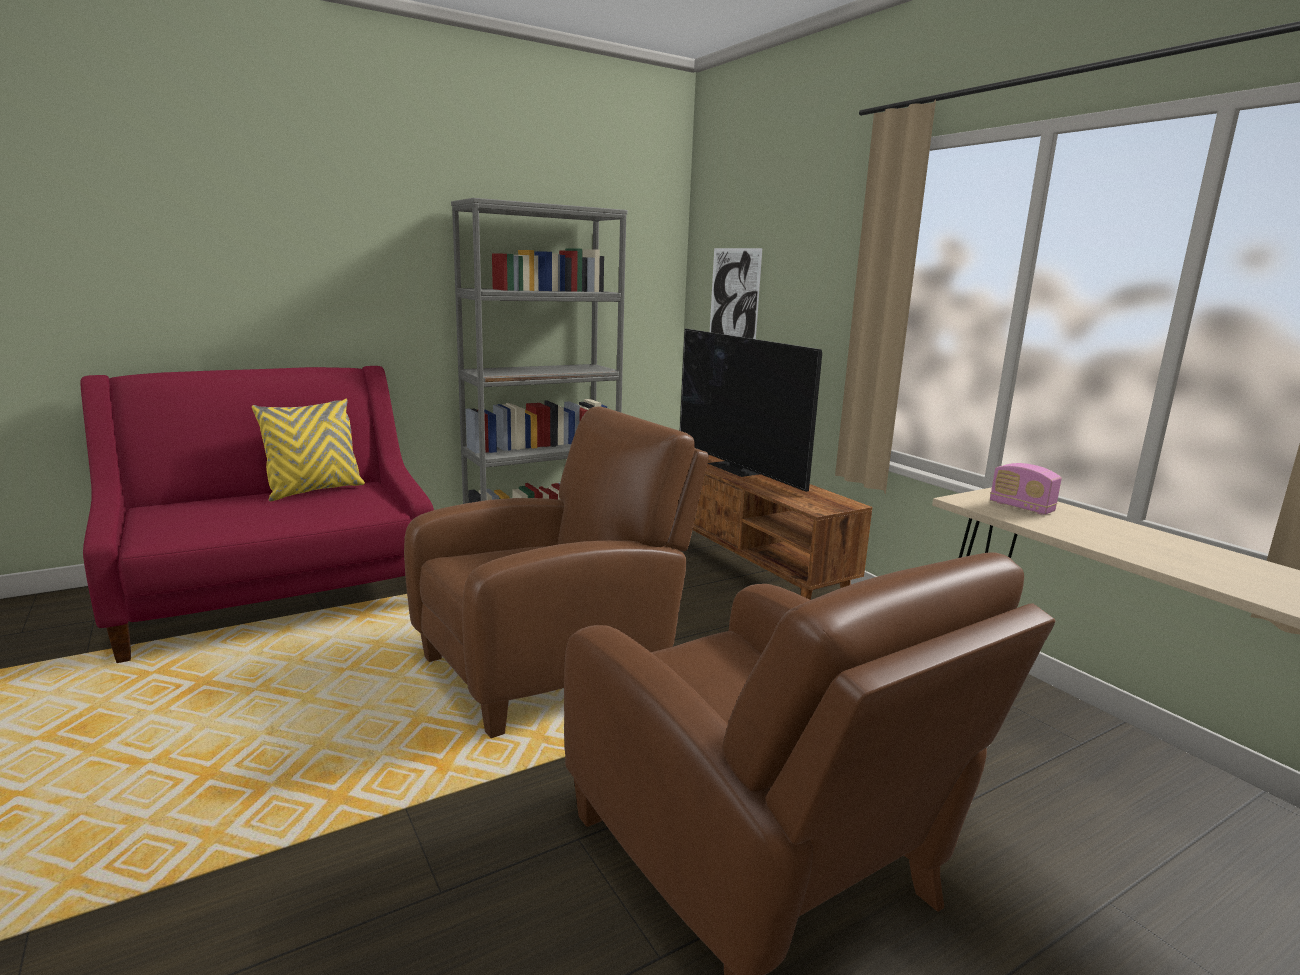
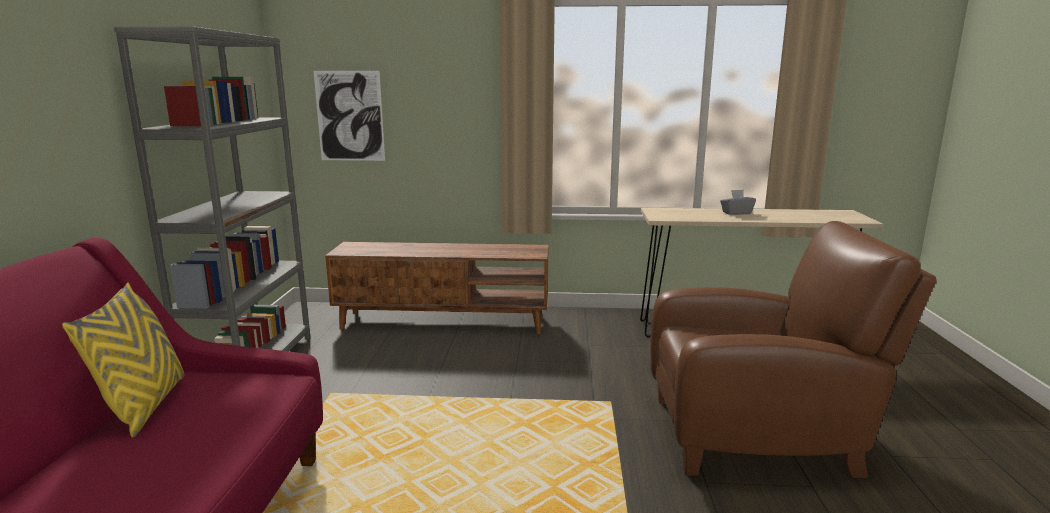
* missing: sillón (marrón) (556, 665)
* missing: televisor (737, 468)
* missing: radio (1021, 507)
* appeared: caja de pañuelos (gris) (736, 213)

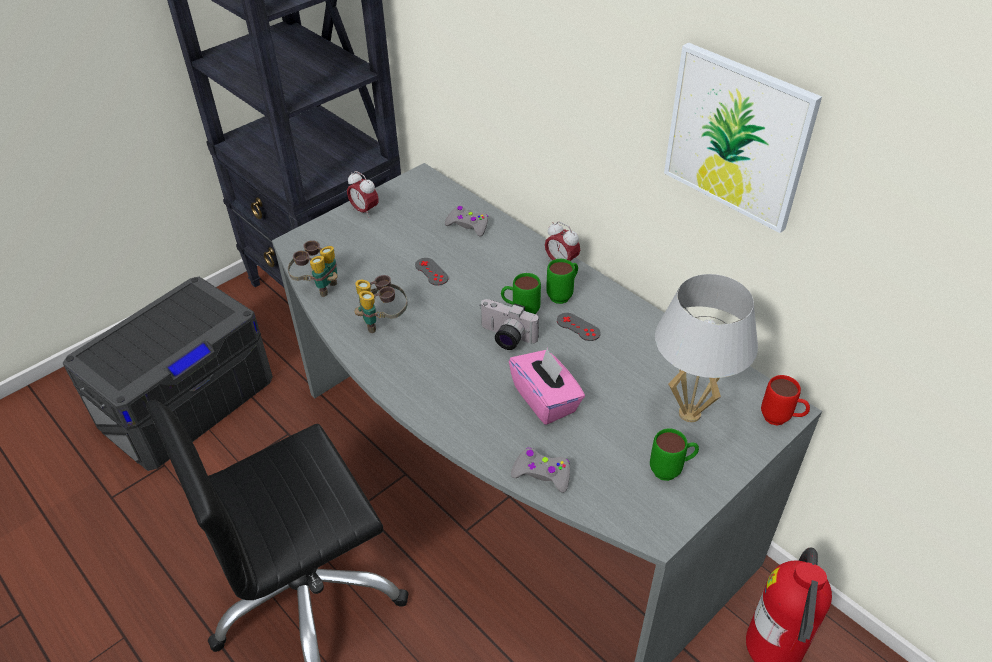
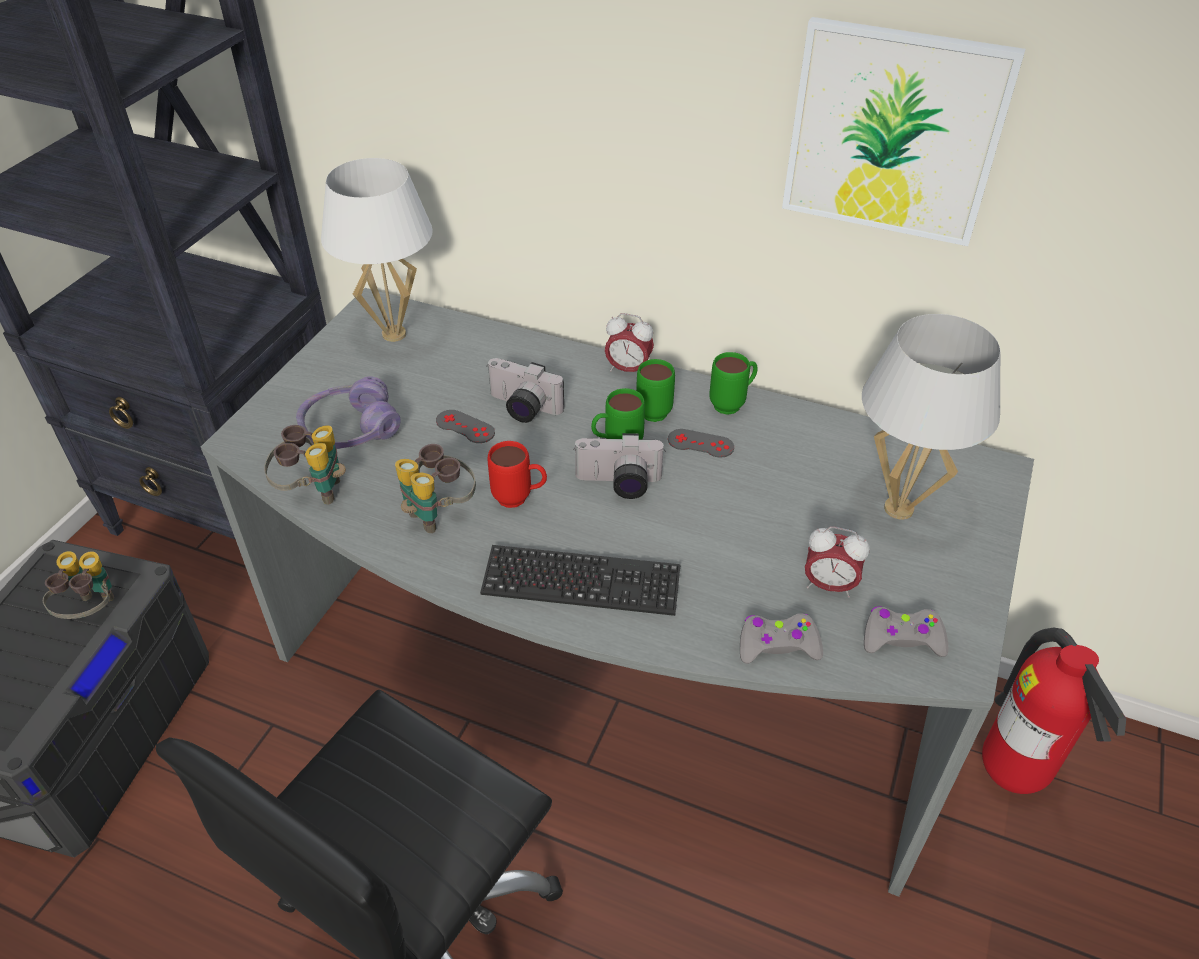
* missing: caja de pañuelos (rosa) (546, 400)
* appeared: prismáticos (92, 611)
* appeared: auriculares (morado) (350, 430)
* appeared: lámpara de mesa (blanco) (393, 334)
* appeared: teclado (581, 583)
* appeared: cámara (521, 409)
* relocated: despertador (364, 211) to (829, 585)
* relocated: mando de consola (gris) (468, 225) to (902, 638)
* relocated: taza grande (verde) (671, 471) to (732, 404)
* relocated: taza grande (rojo) (780, 420) to (520, 499)

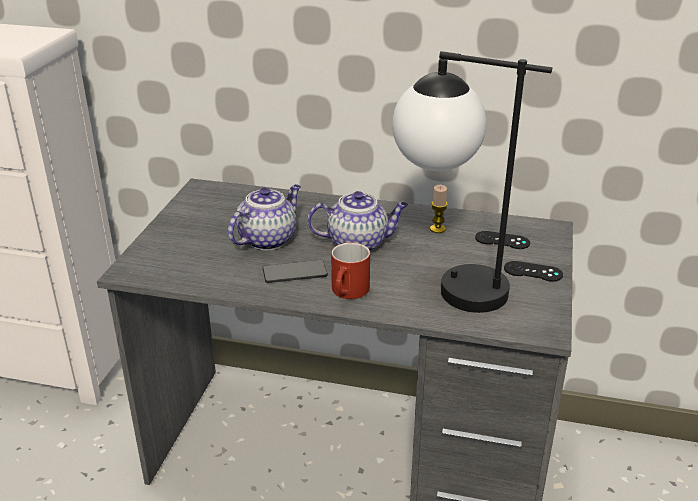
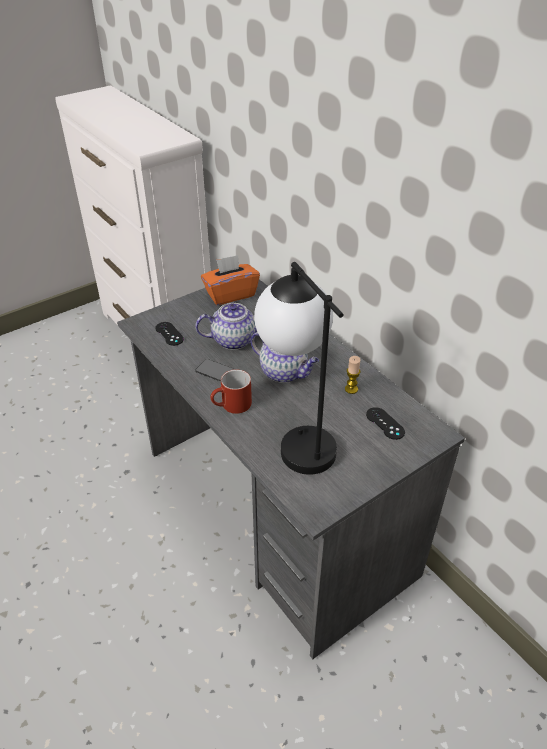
* appeared: caja de pañuelos (naranja) (230, 294)
* relocated: mando de consola (negro) (533, 271) to (169, 334)

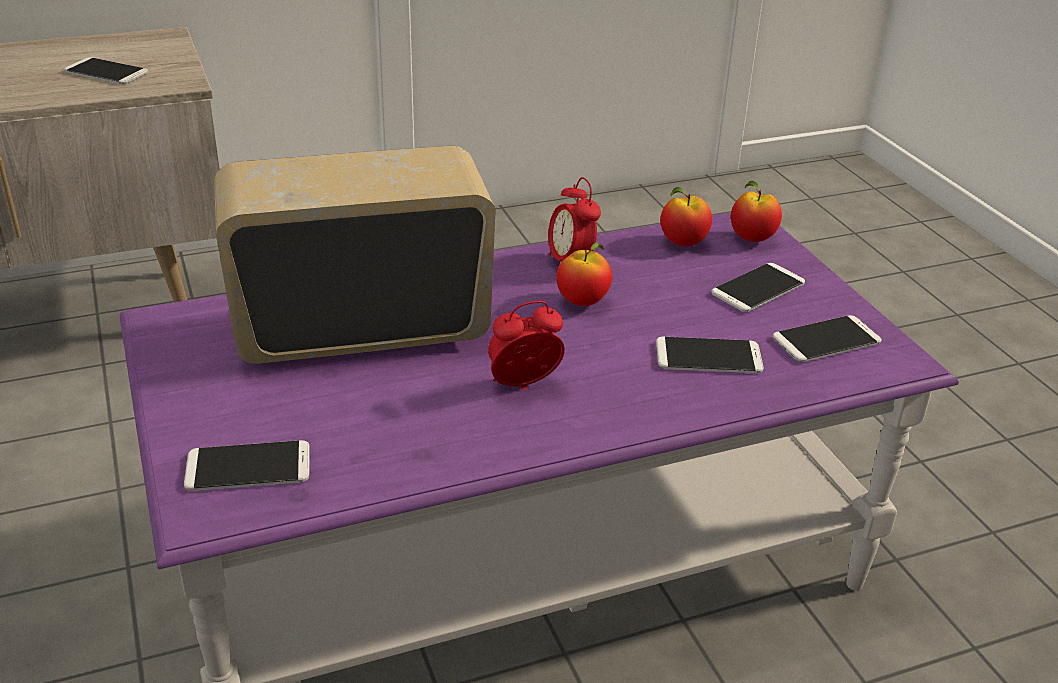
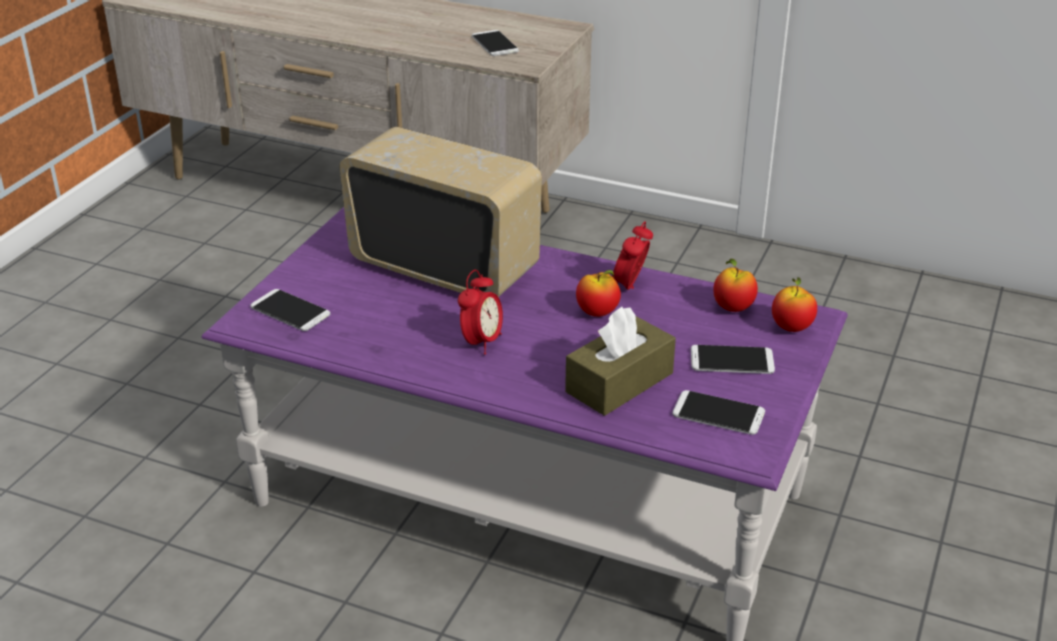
* exchanged: móvil (708, 357) to caja de pañuelos (marrón) (619, 382)
* spun: despertador (523, 386) = (481, 342) 90 degrees clockwise

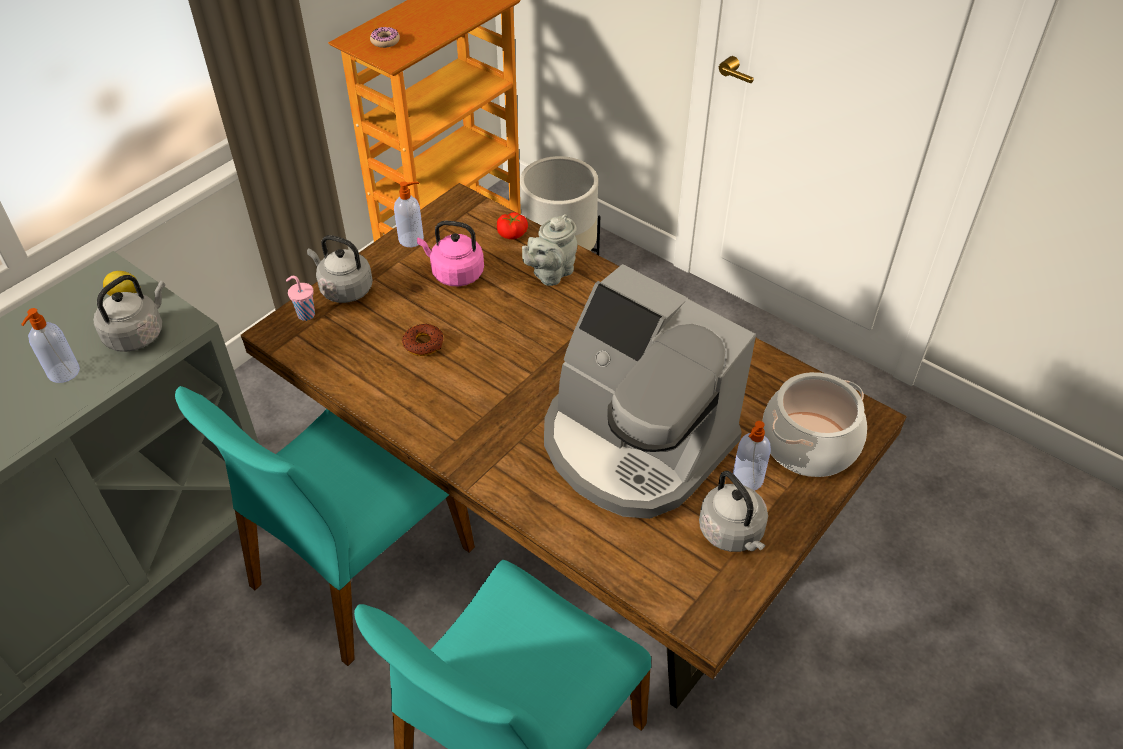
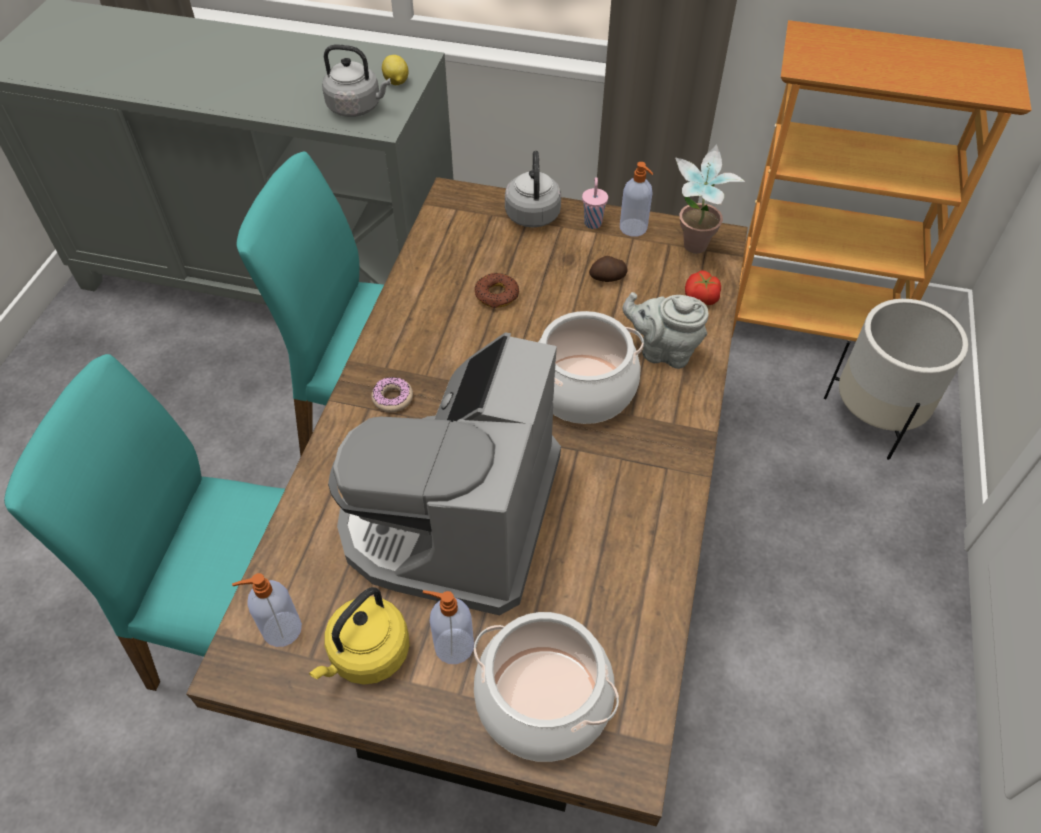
* appeared: olla (583, 389)
* appeared: planta en maceta (692, 251)
* relocated: dispensador de jabón (63, 373) to (280, 629)
* relocated: taza (rosa) (305, 314) to (593, 222)
* relocated: rosquilla (385, 41) to (392, 398)
* exchanged: hervidor (rosa) (455, 274) to patata (608, 278)
* colour: hervidor (gris) (732, 533) to hervidor (amarillo) (366, 655)

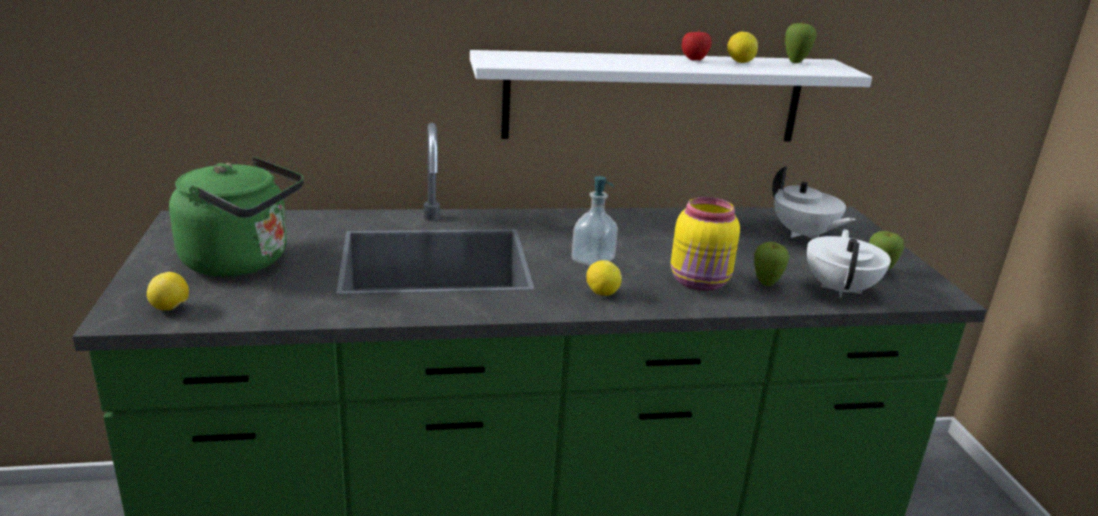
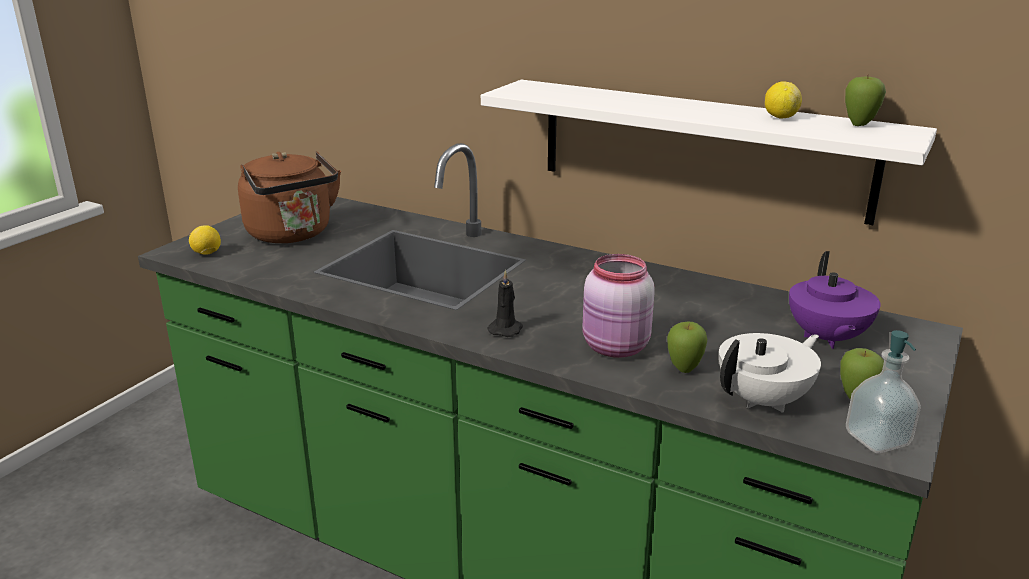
* missing: manzana (694, 60)
* relocated: dispensador de jabón (592, 260) to (877, 439)
* exchanged: limón (601, 293) to vela (negro) (506, 329)
* colour: hervidor (verde) (242, 261) to hervidor (marrón) (292, 234)
* colour: tarro (amarillo) (700, 283) to tarro (rosa) (615, 348)
* colour: tetera (blanco) (803, 235) to tetera (morado) (826, 338)

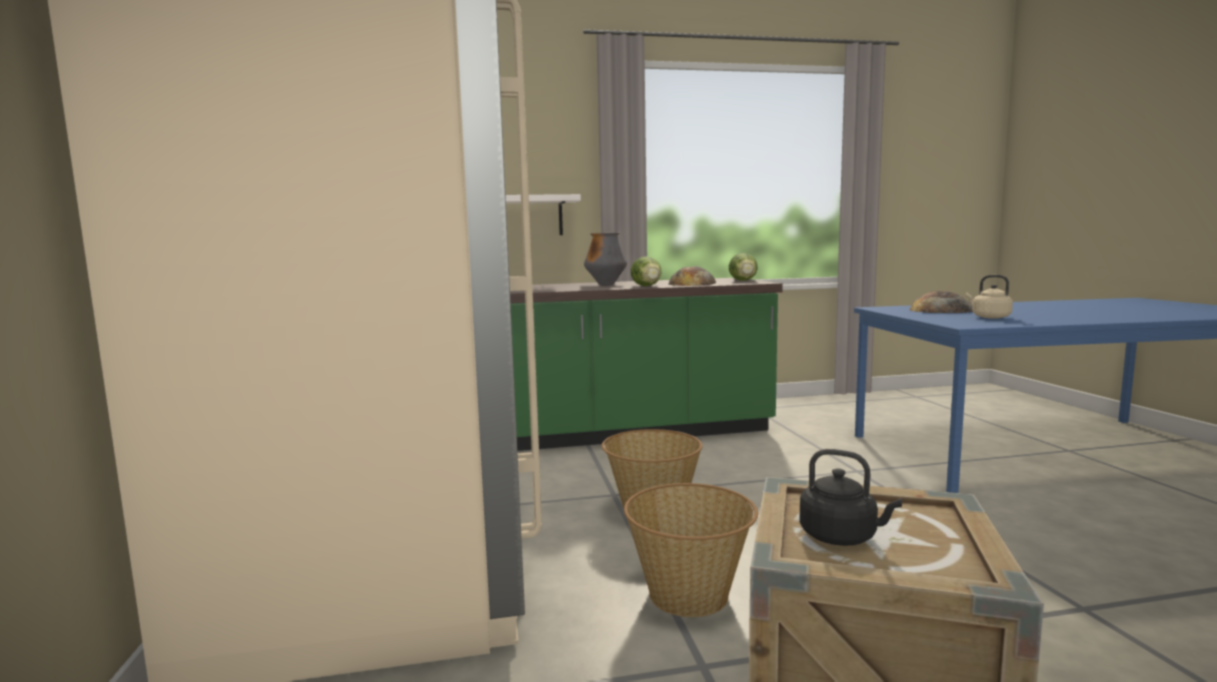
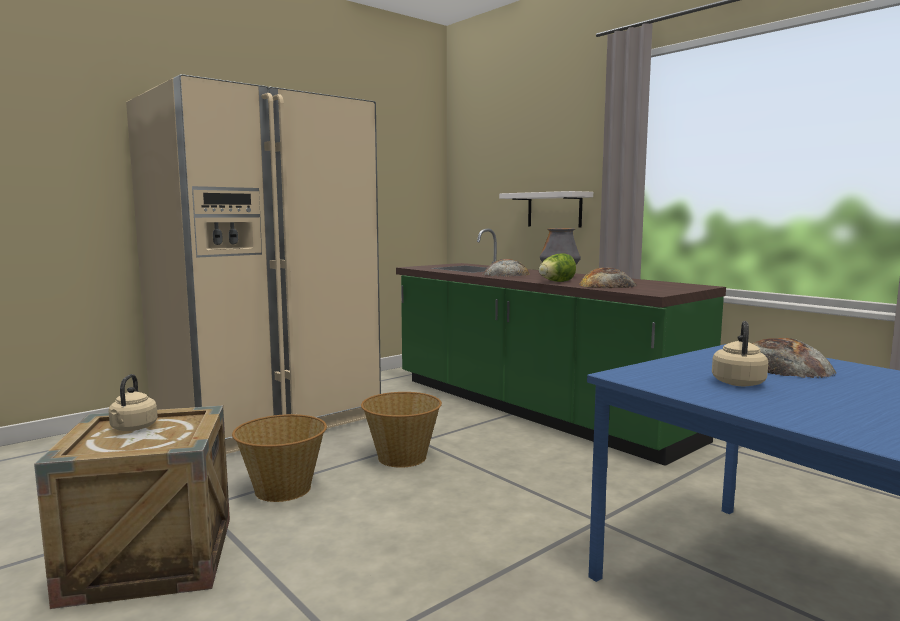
* missing: lechuga (744, 281)
* appeared: pan (505, 274)
* colour: hervidor (negro) (842, 537) to hervidor (beis) (133, 428)

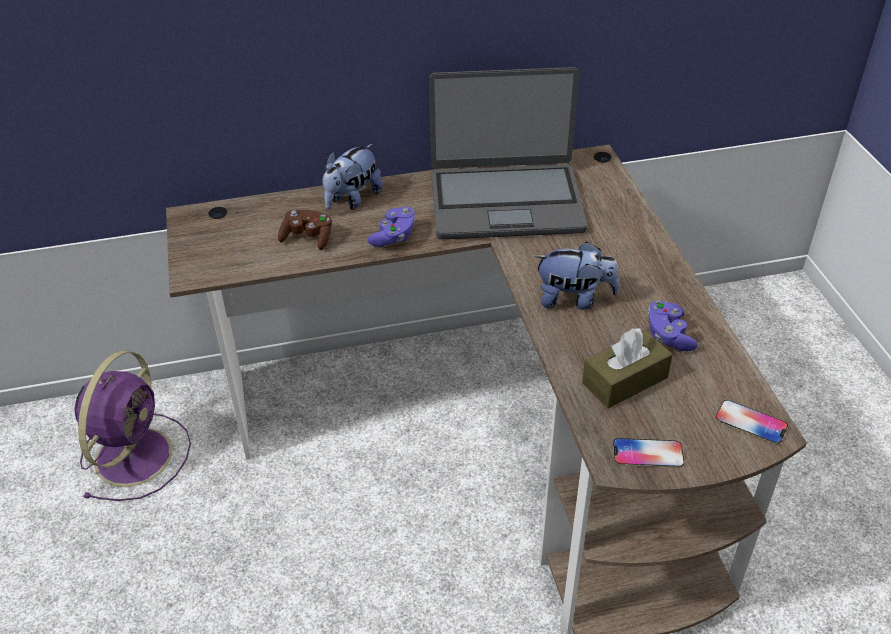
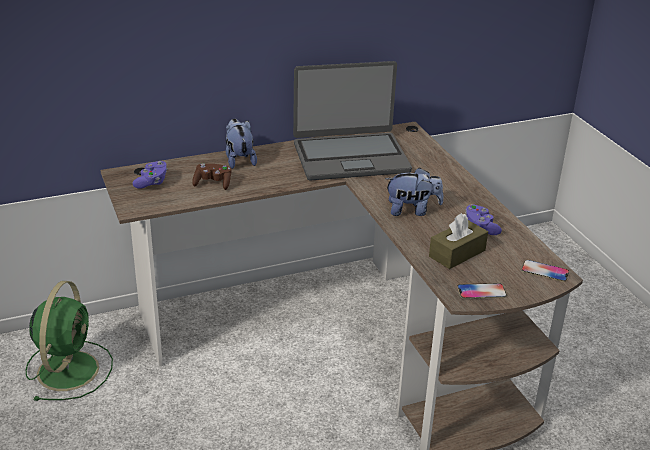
* relocated: mando de consola (morado) (394, 236) to (152, 182)
* colour: ventilador (morado) (135, 454) to ventilador (verde) (69, 368)
* spun: peluche (352, 200) = (239, 160) 135 degrees clockwise

